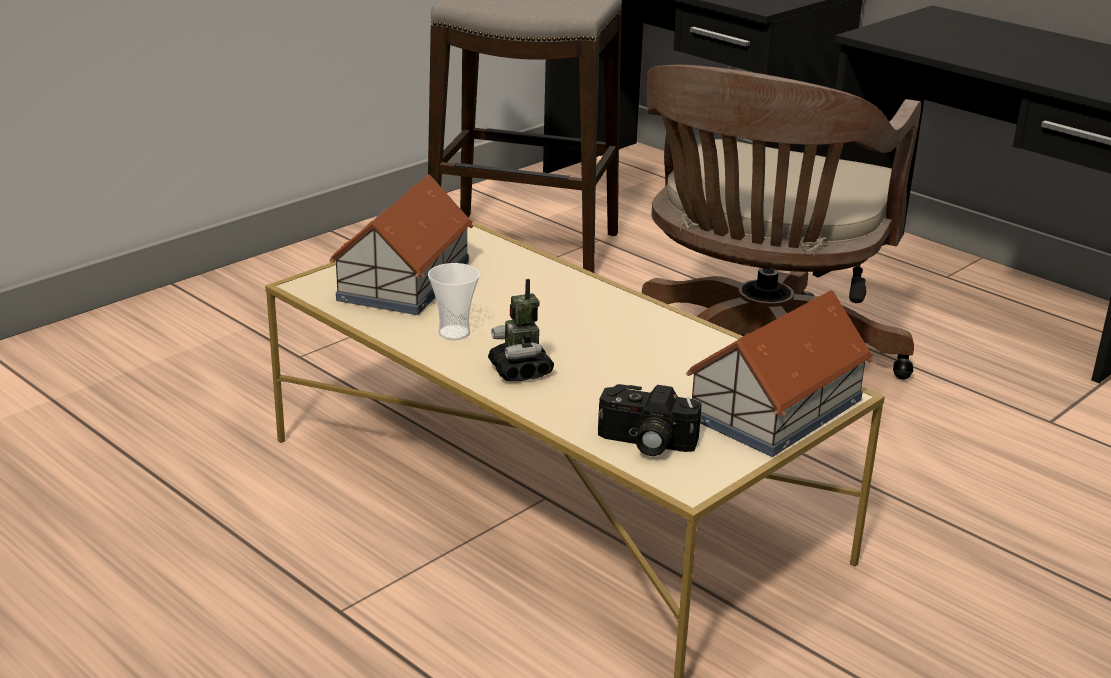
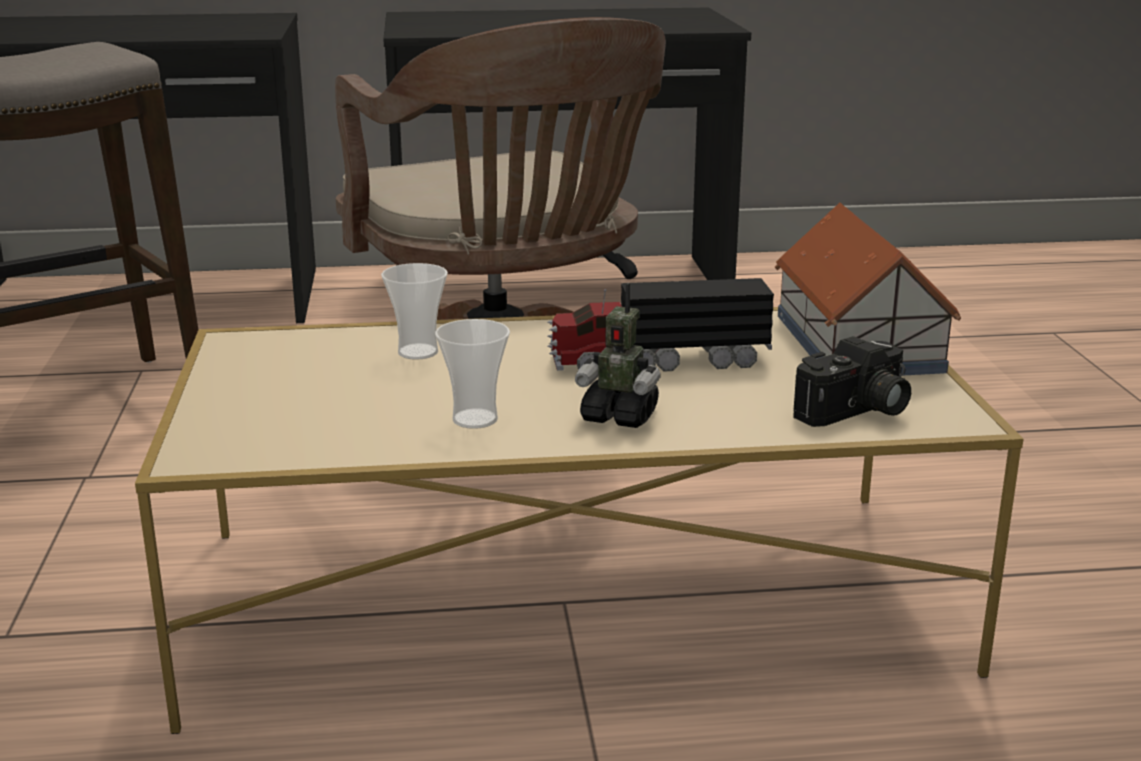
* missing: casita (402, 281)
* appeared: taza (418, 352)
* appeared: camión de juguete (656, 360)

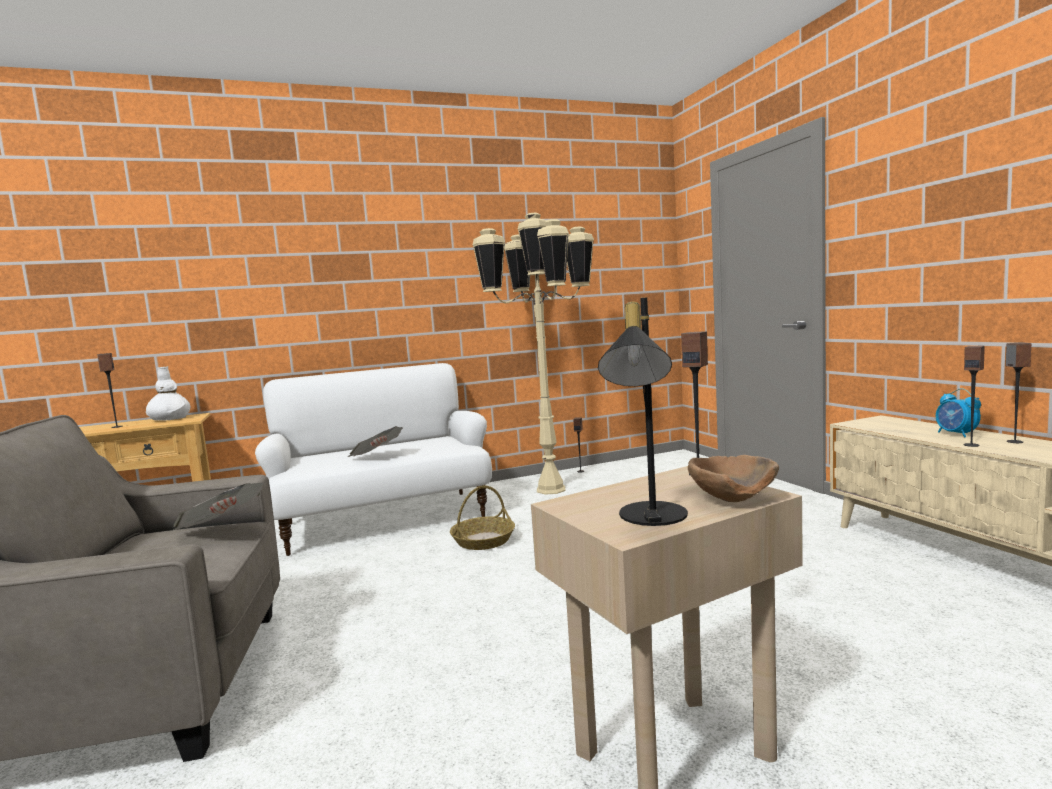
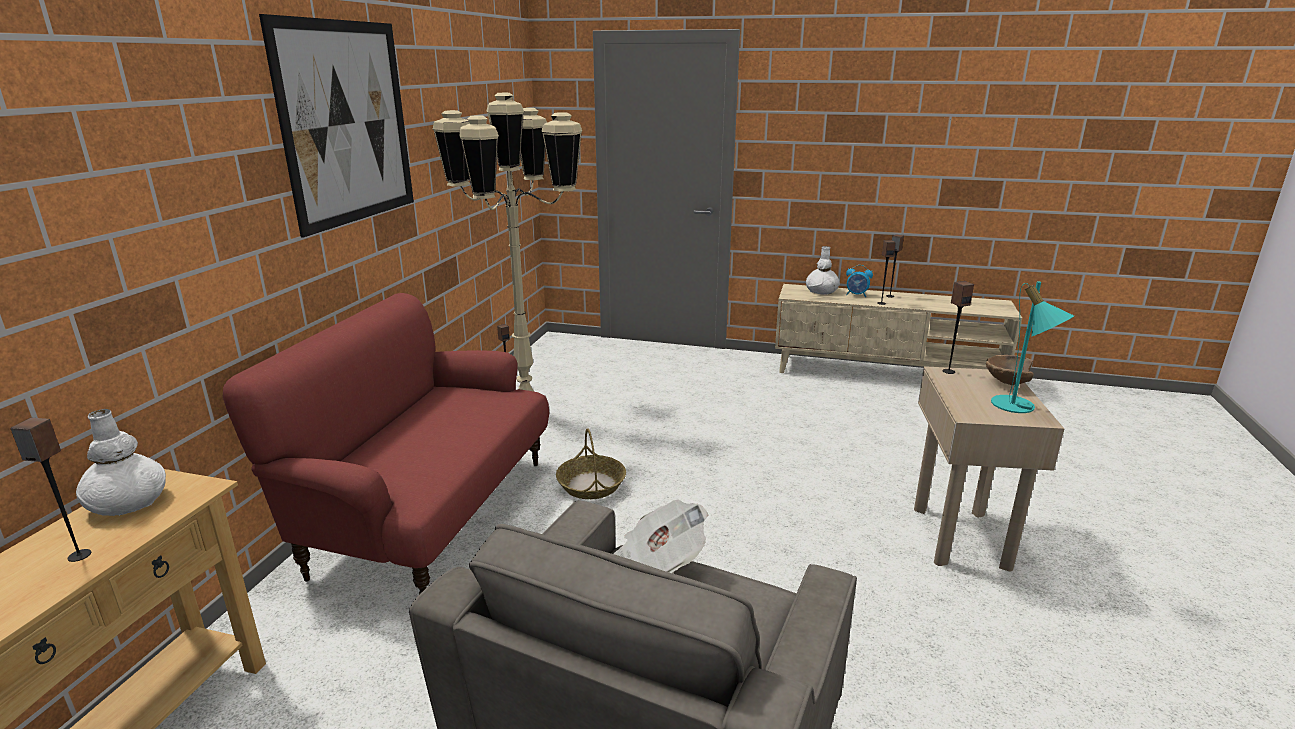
* missing: periódico (377, 457)
* appeared: cuadro (347, 123)
* appeared: florero (blanco) (821, 291)
* colour: sofá (blanco) (384, 519) to sofá (rojo) (429, 515)
* colour: lámpara de mesa (negro) (648, 518) to lámpara de mesa (turquesa) (1019, 407)

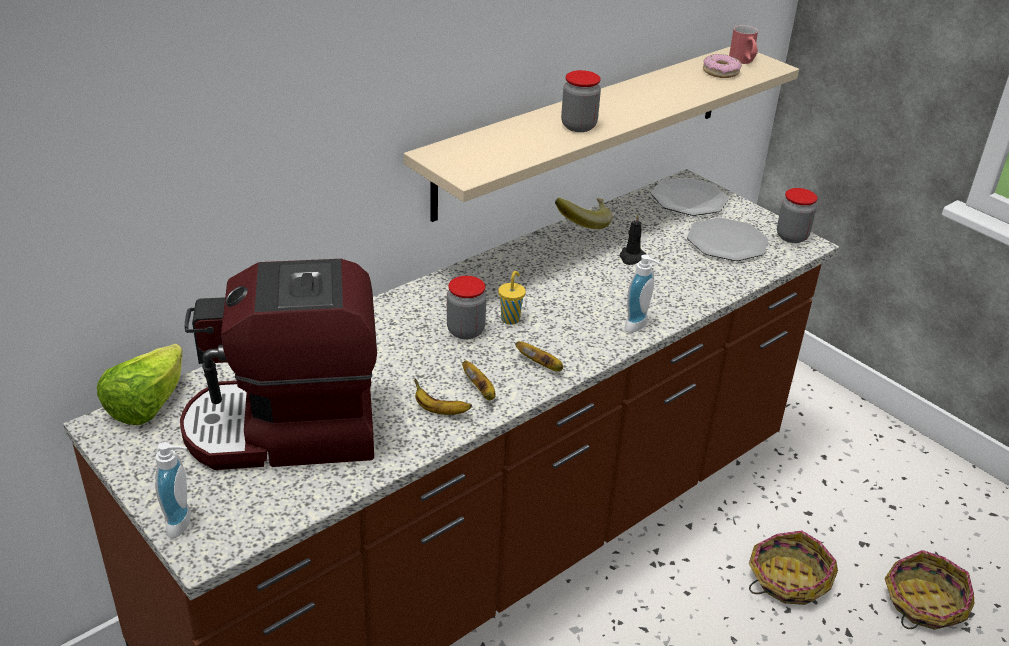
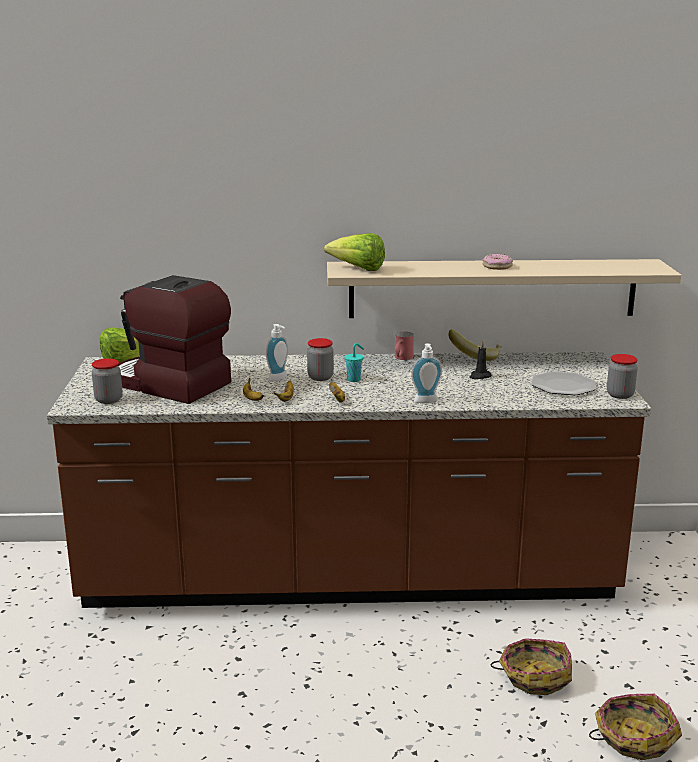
* missing: plato (688, 199)
* appeared: lechuga (358, 269)
* relocated: dispensador de jabón (184, 523) to (279, 379)
* relocated: tarro (578, 126) to (108, 400)
* relocated: rosquilla (720, 72) to (497, 266)
* relocated: taza grande (rojo) (743, 62) to (402, 358)
* colour: taza (amarillo) (511, 319) to taza (turquesa) (354, 380)

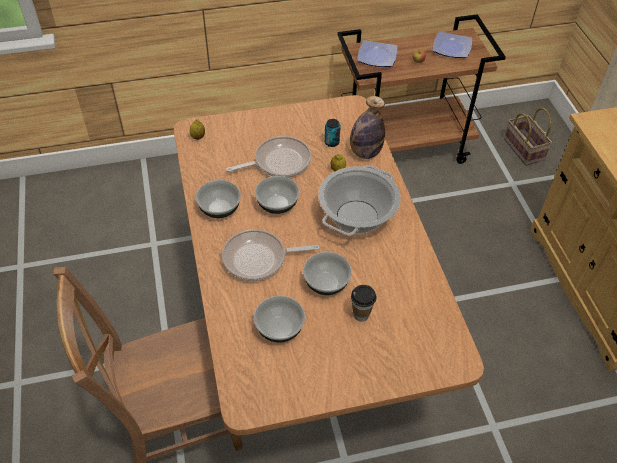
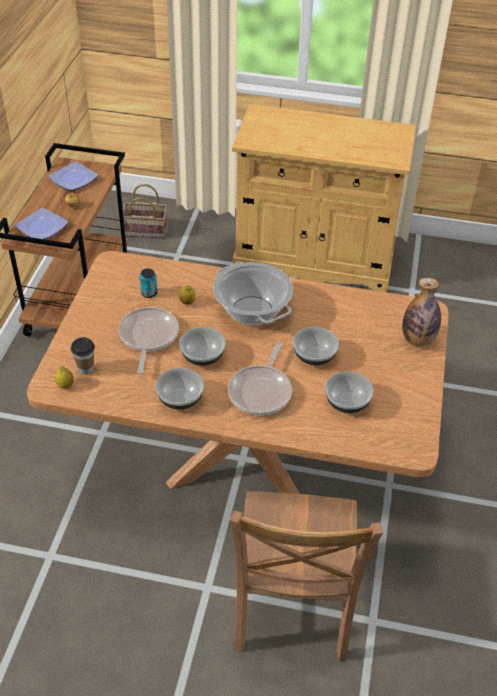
* relocated: botella (365, 153) to (417, 340)
* relocated: taza (361, 314) to (86, 369)

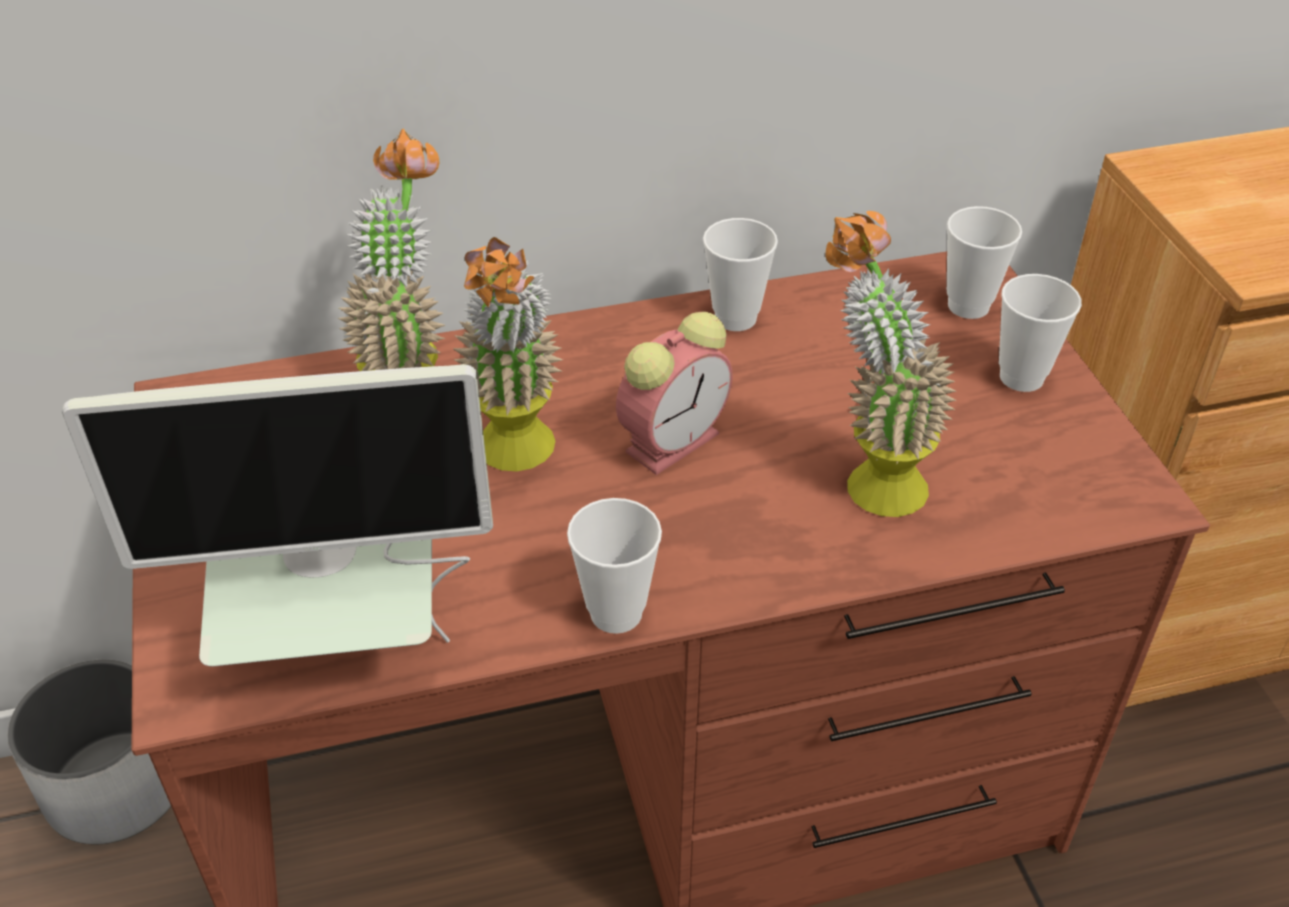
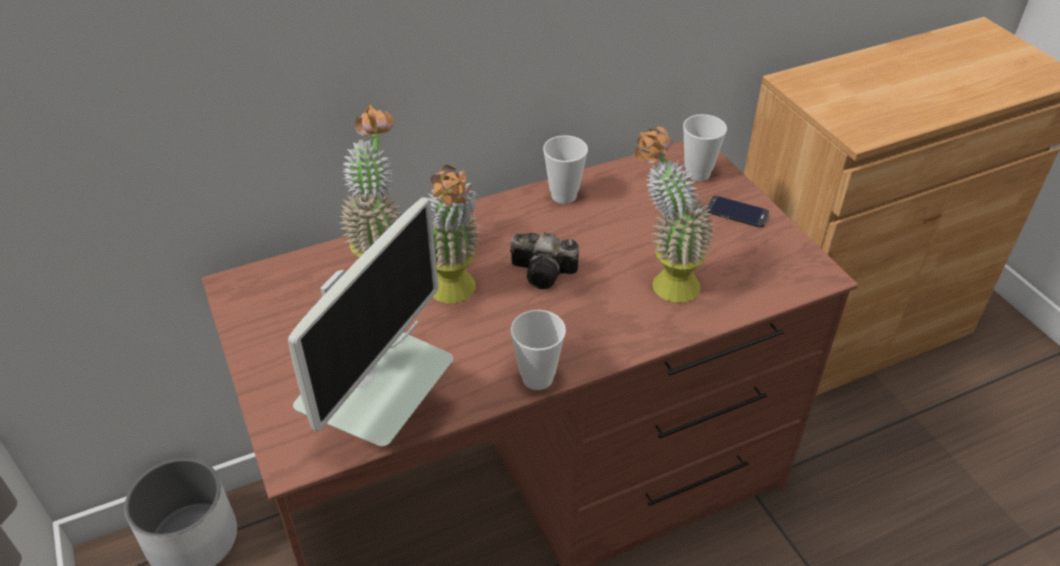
* exchanged: despertador (674, 440) to cámara (546, 272)
* exchanged: taza (1021, 377) to móvil (737, 212)
* spun: monitor (341, 652) = (380, 423) 45 degrees counterclockwise

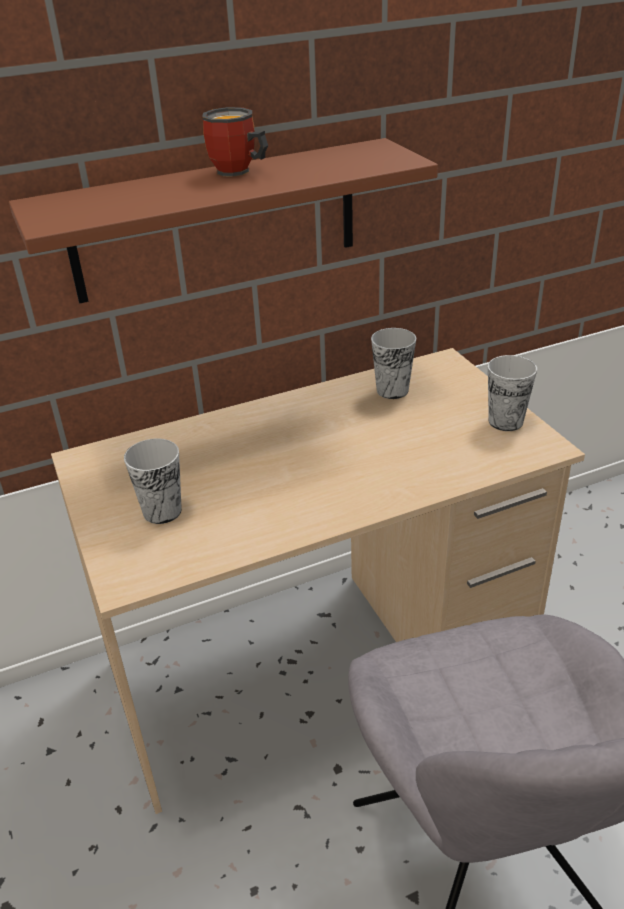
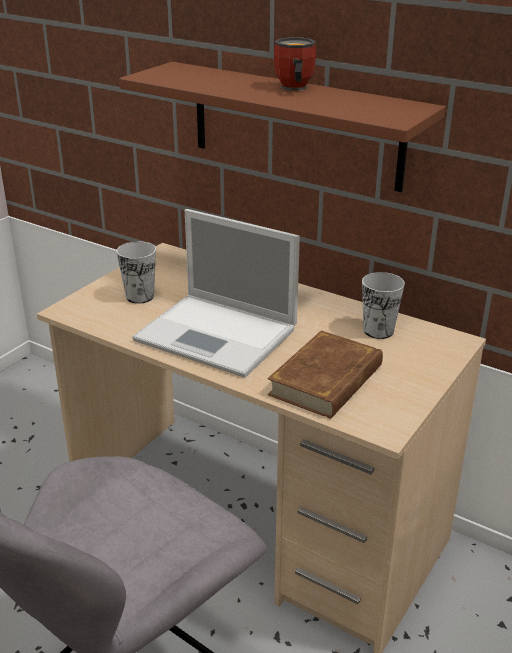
* missing: taza (505, 421)
* appeared: portátil (219, 335)
* appeared: libro (marrón) (327, 380)

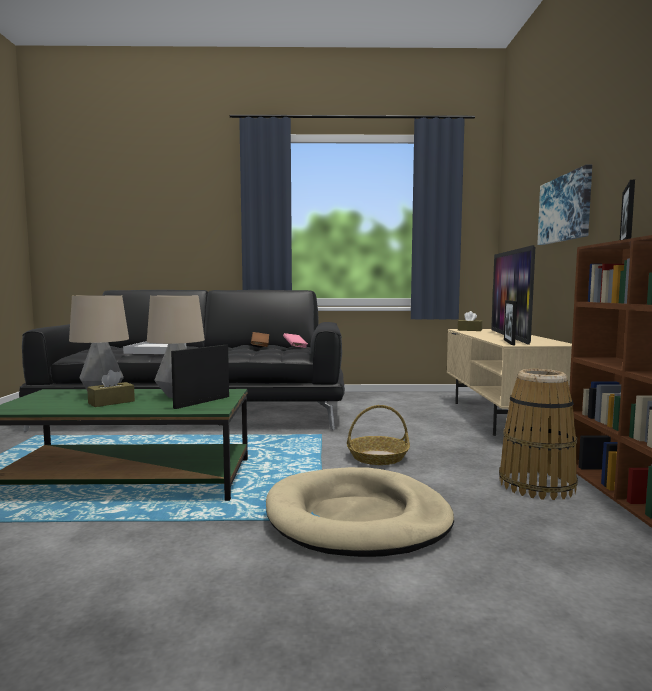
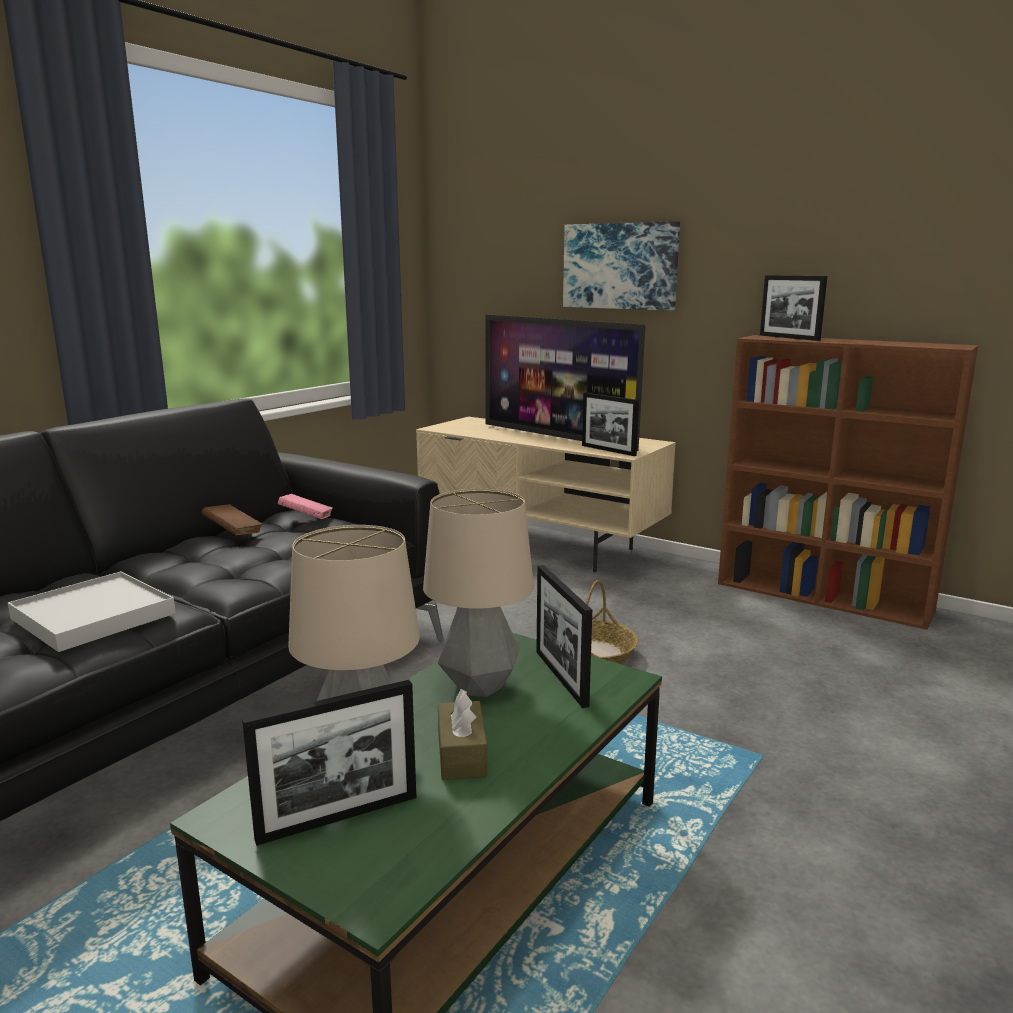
* missing: cama para perro (beis) (357, 518)
* missing: caja de pañuelos (marrón) (469, 330)
* missing: cesta (536, 485)
* appeared: portarretratos (338, 818)

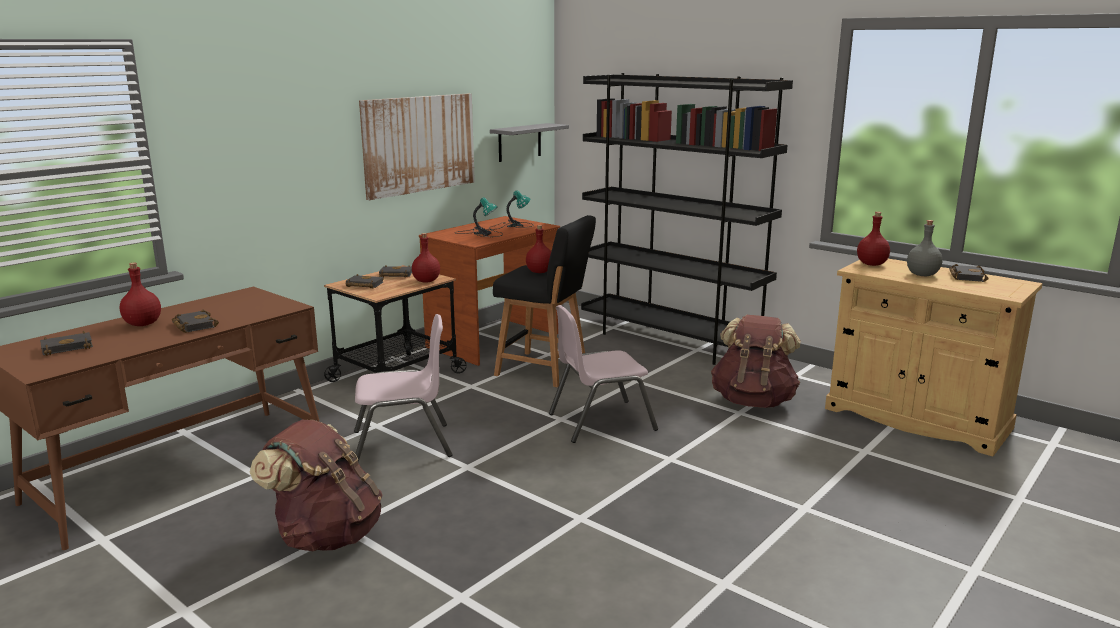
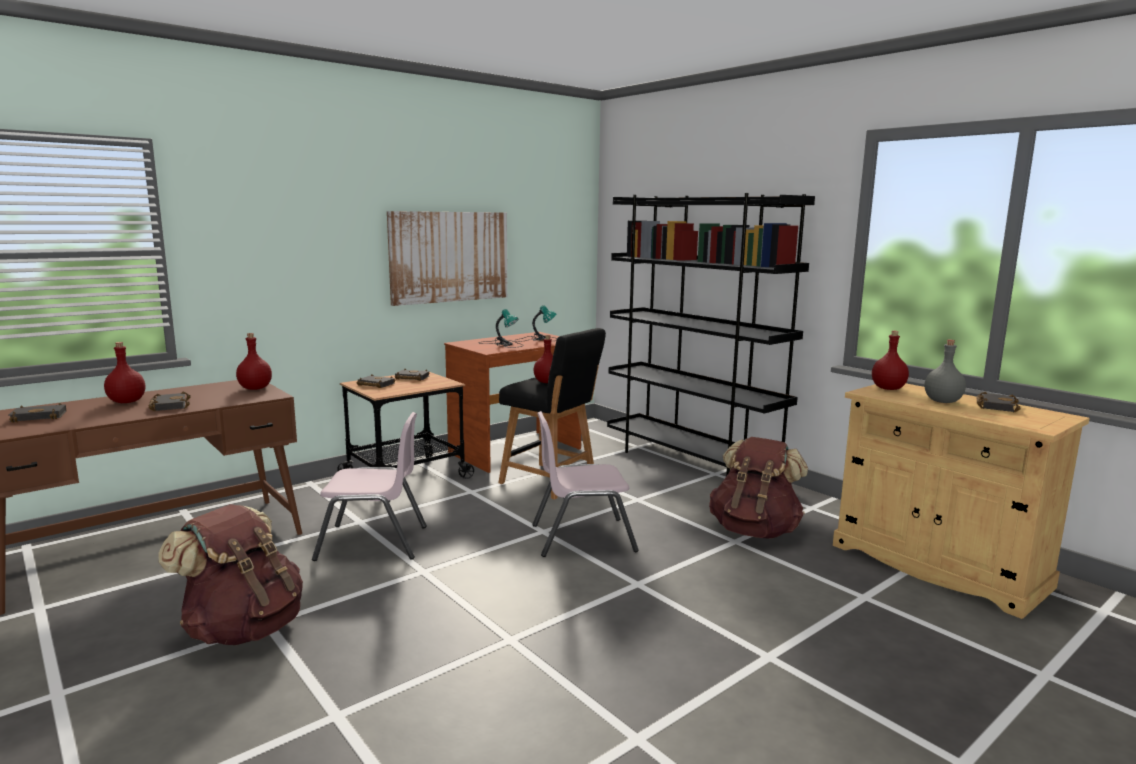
* missing: estante (gris) (519, 142)
* relocated: botella (rojo) (426, 281) to (255, 388)

